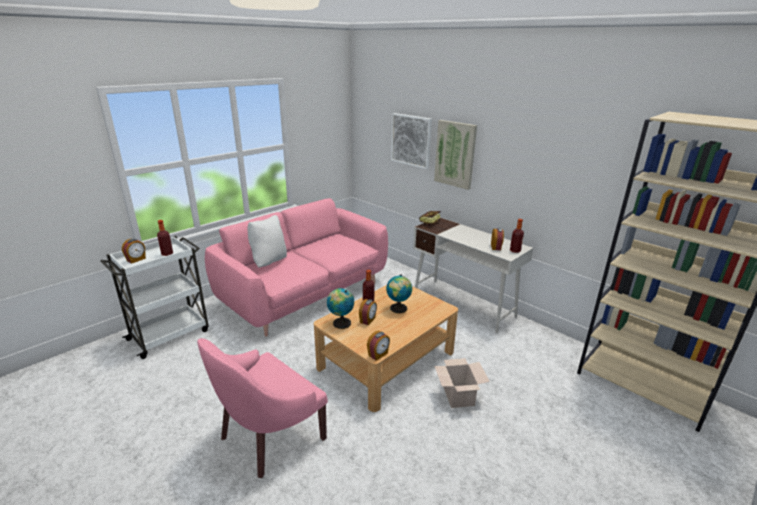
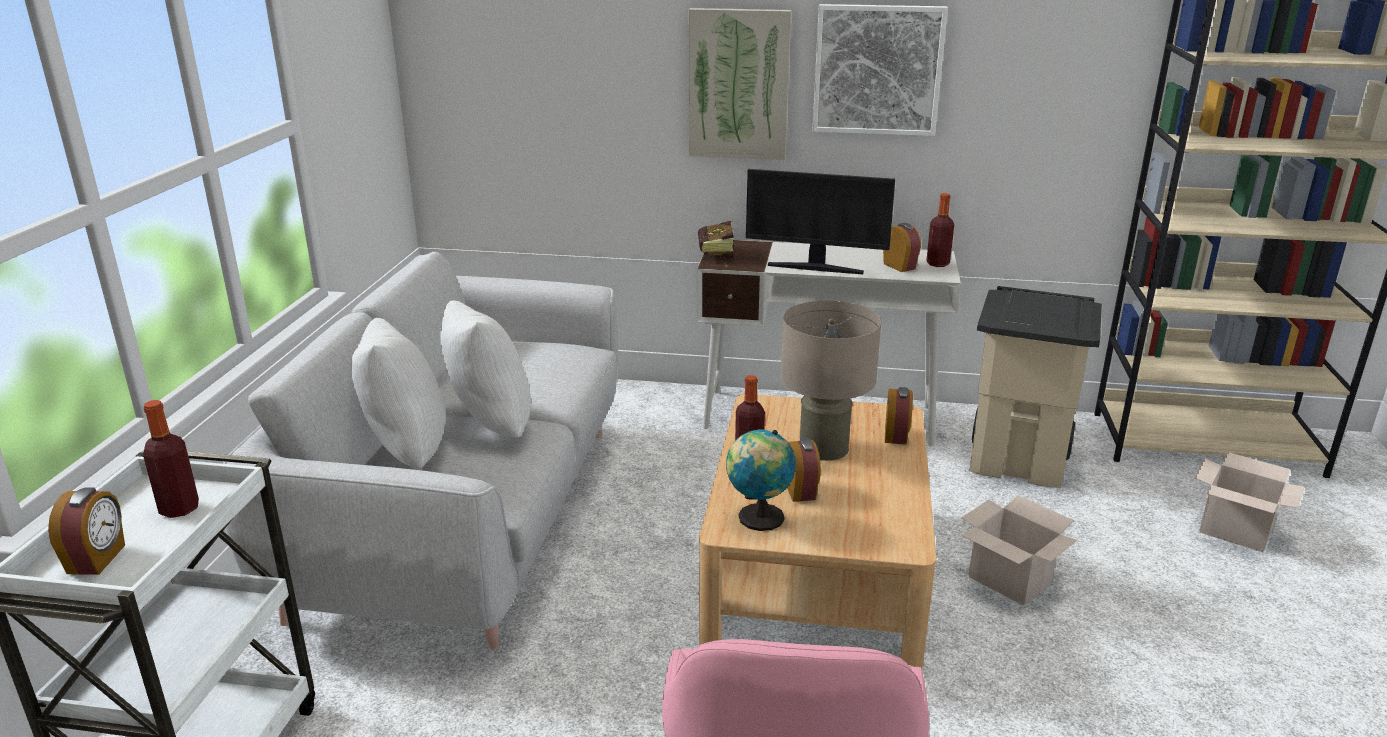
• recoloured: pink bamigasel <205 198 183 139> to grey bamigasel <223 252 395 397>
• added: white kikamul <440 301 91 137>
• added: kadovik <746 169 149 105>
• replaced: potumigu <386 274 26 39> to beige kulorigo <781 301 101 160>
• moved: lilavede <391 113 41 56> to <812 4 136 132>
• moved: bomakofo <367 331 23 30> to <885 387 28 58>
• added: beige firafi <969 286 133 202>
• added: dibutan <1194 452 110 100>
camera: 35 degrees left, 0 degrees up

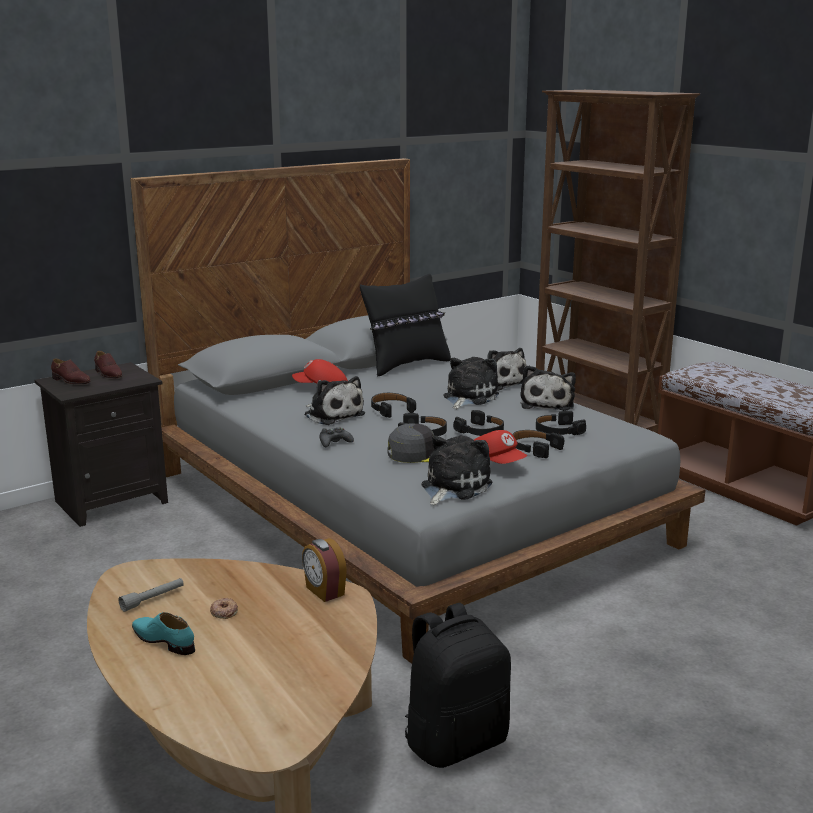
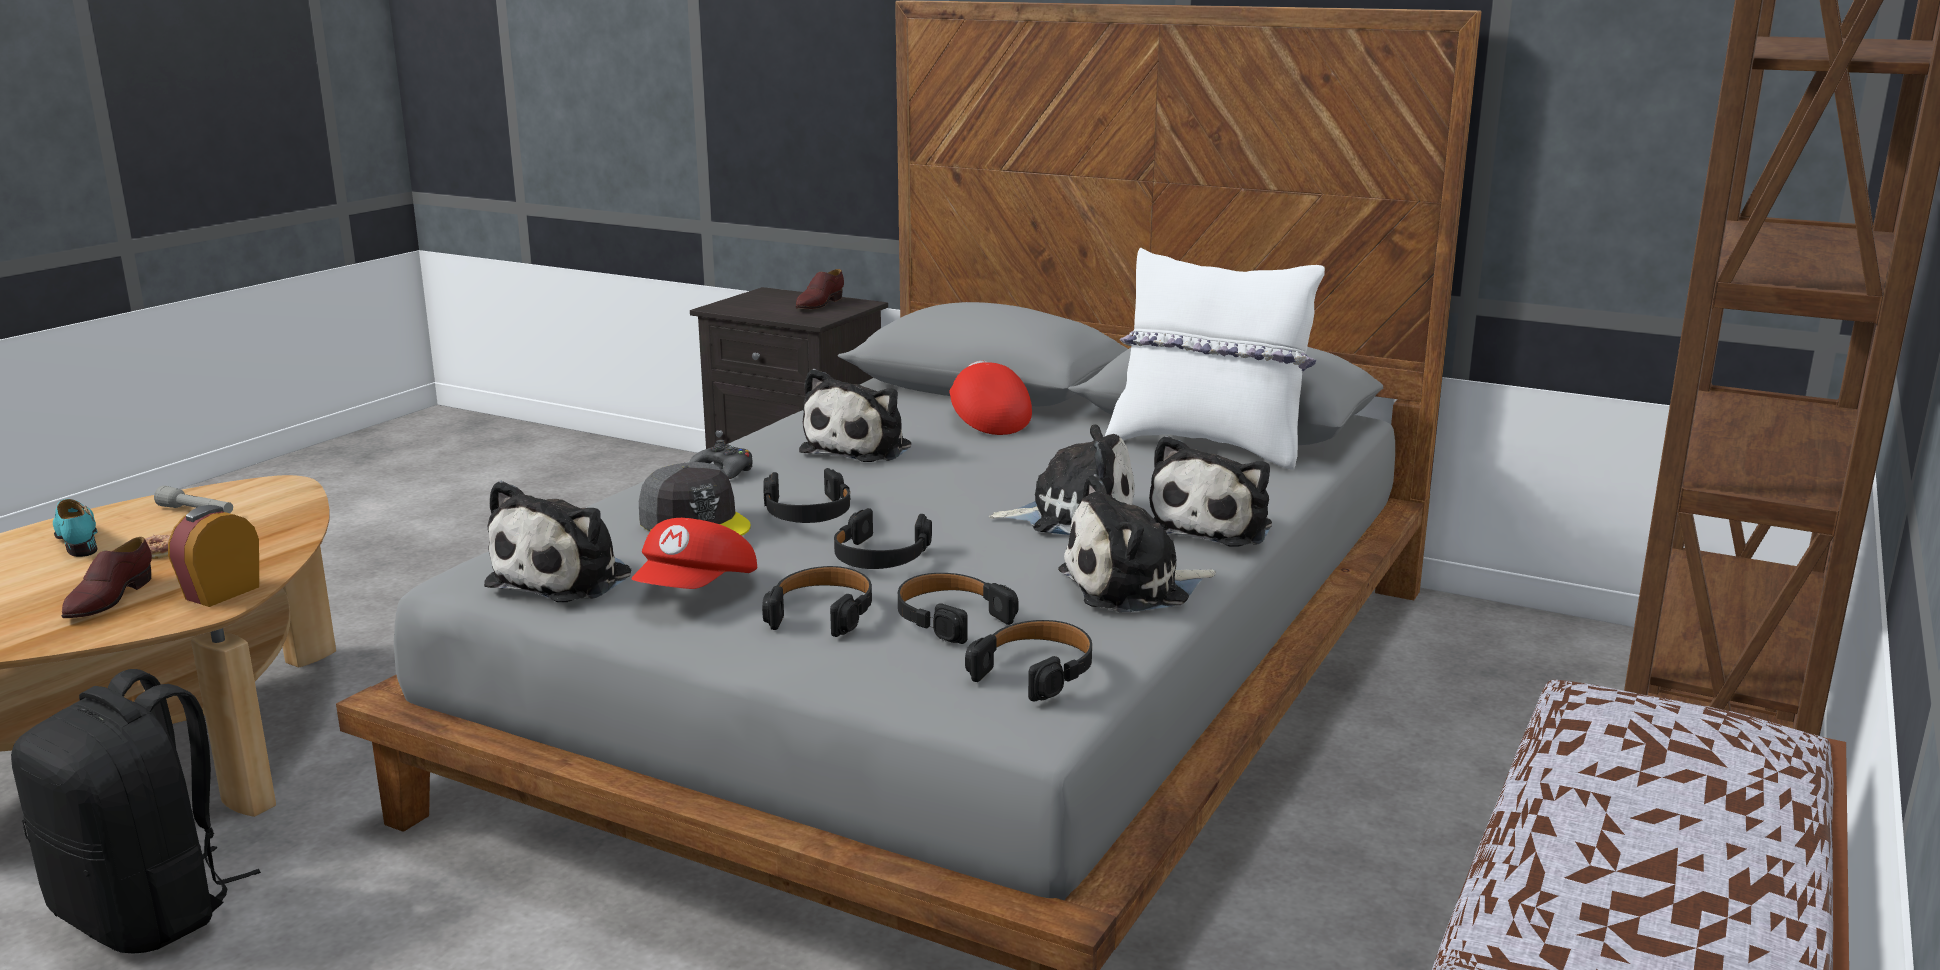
• turned: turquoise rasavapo <132 612 63 43> = <53 499 44 58> 45 degrees counterclockwise
• moved: brown rasavapo <51 358 40 26> to <61 537 91 81>
• turned: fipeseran <421 435 72 70> = <484 480 147 122> 105 degrees clockwise
• moved: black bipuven <371 393 45 25> to <965 620 127 82>
• recoloured: black kikamul <360 274 91 103> to white kikamul <1105 248 220 222>
camera: 65 degrees right, 0 degrees up

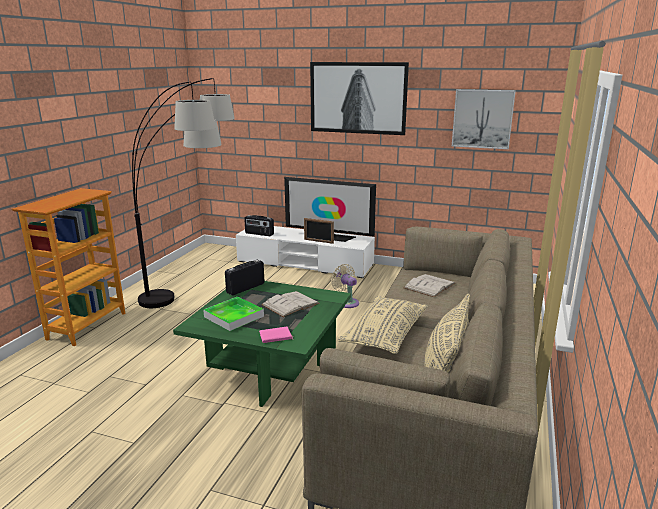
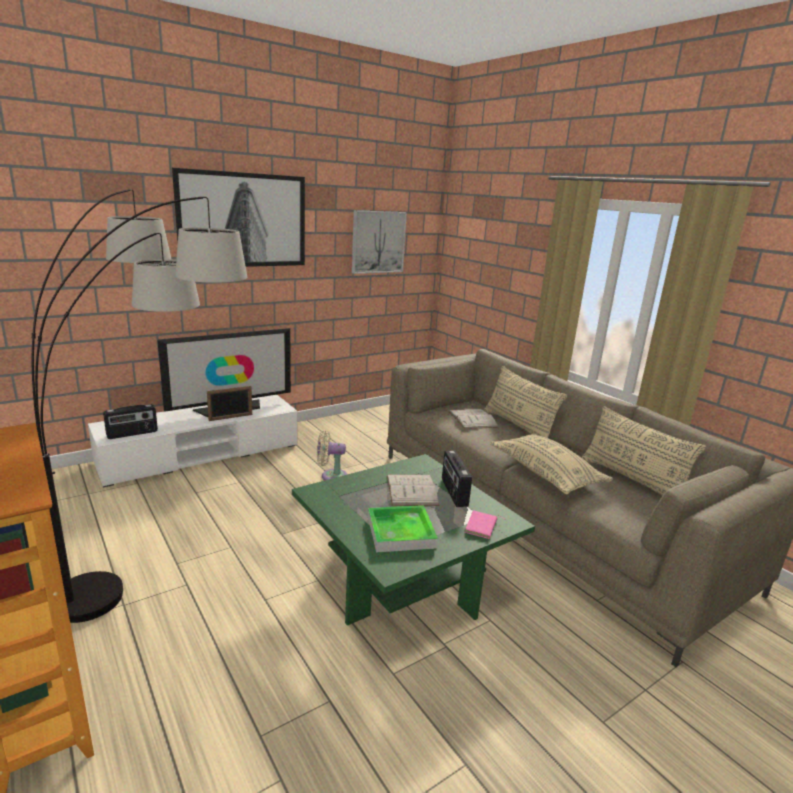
• moved: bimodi <225 260 39 35> to <442 451 30 56>
• added: beige kikamul <484 366 83 72>
camera: 55 degrees left, 0 degrees up

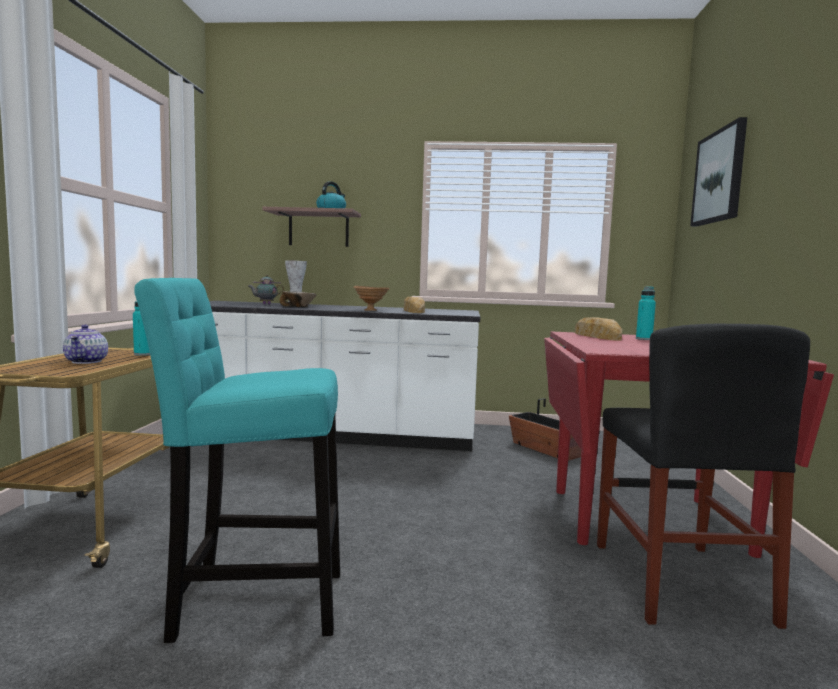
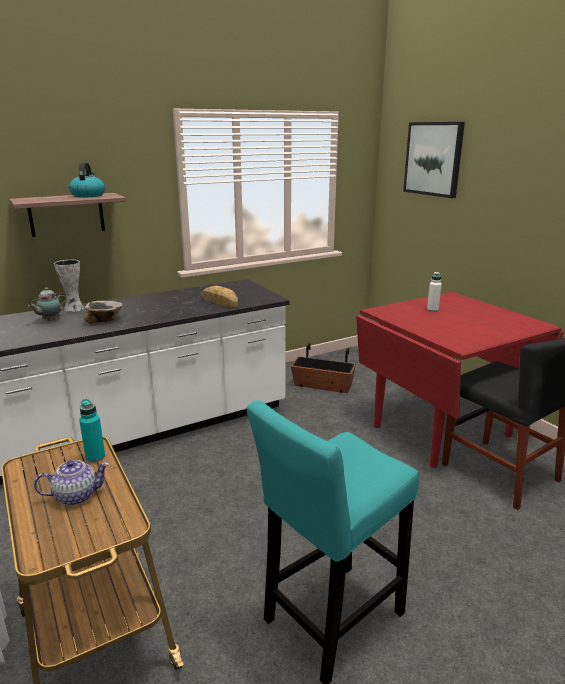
• turned: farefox <63 324 45 40> = <34 460 76 46> 60 degrees counterclockwise
• recoloured: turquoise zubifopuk <636 286 20 54> to white zubifopuk <427 272 15 40>
• removed: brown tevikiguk <353 286 36 25>
• removed: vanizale <575 317 47 24>
camera: 35 degrees left, 15 degrees up

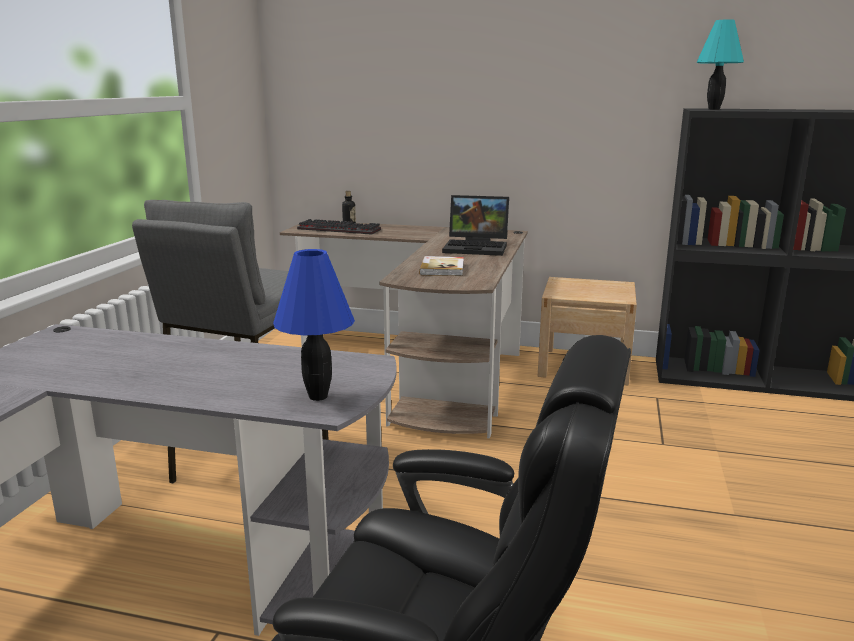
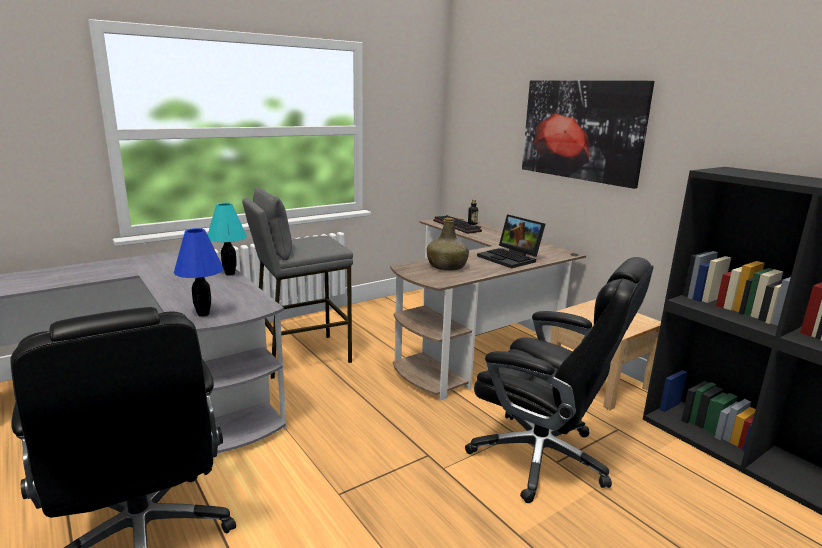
• moved: turquoise kulorigo <696 19 48 91> to <208 203 39 73>
• replaced: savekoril <419 256 45 20> to green zubifopuk <427 218 42 53>
• added: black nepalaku <465 257 189 246>
• added: lilavede <522 80 133 109>
camera: 40 degrees right, 0 degrees up

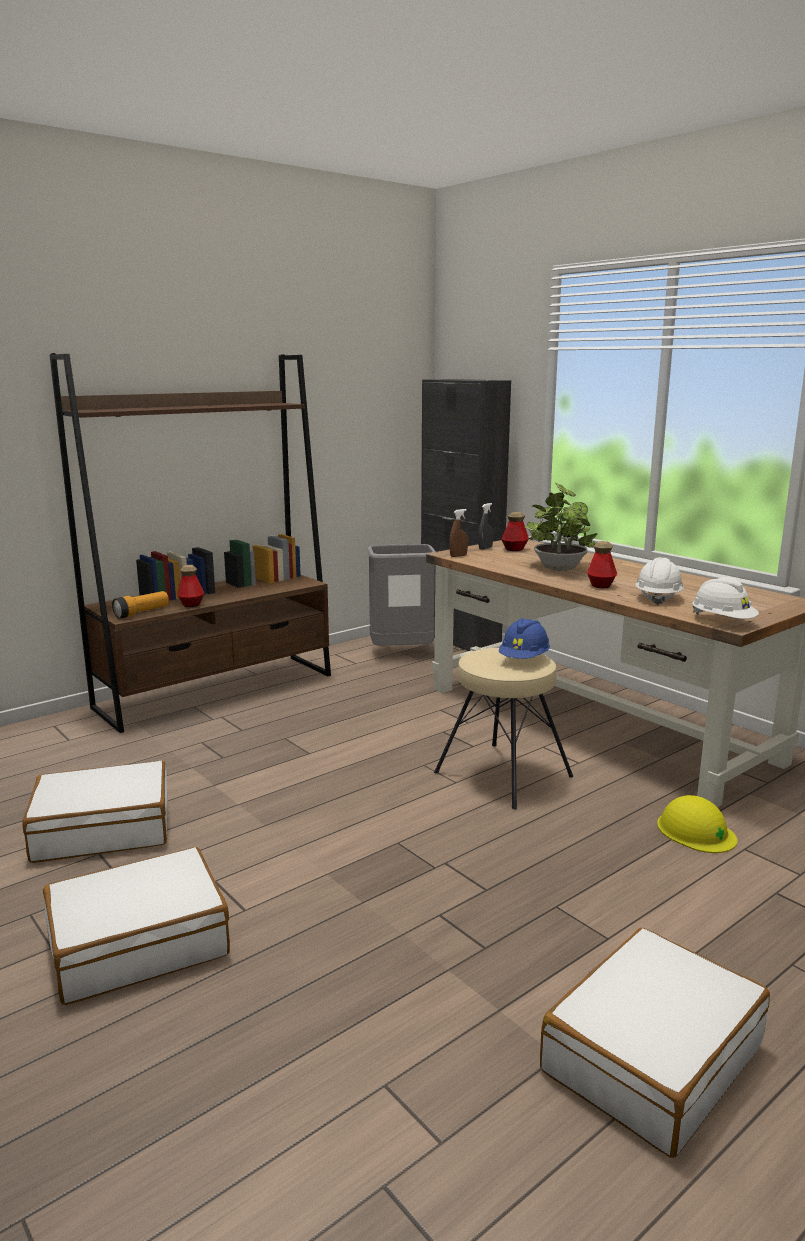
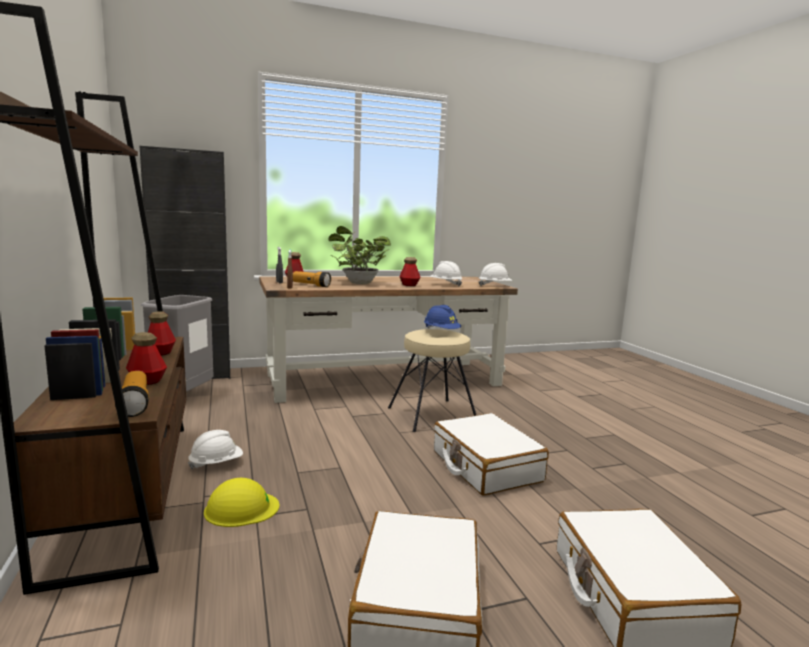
• added: zubifopuk <148 311 28 45>
• added: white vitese <188 430 55 39>
• moved: yellow vitese <657 795 81 58> to <204 478 75 49>
• added: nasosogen <293 271 38 16>
• moved: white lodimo <540 928 230 230> to <434 413 115 83>
camera: 70 degrees left, 5 degrees down

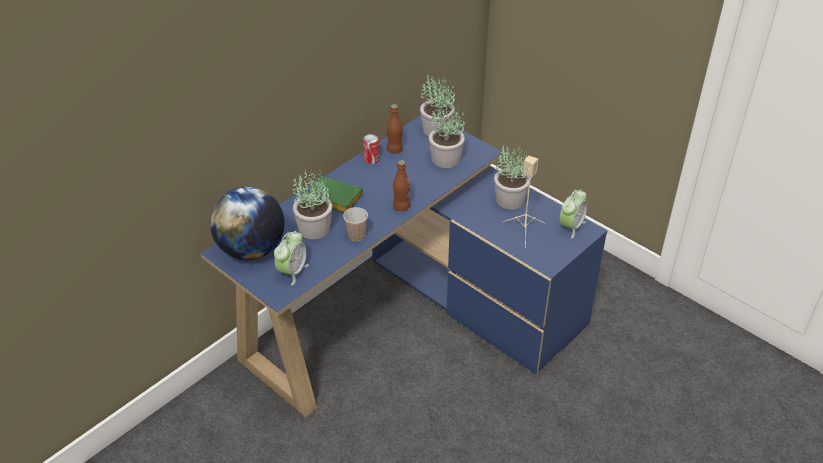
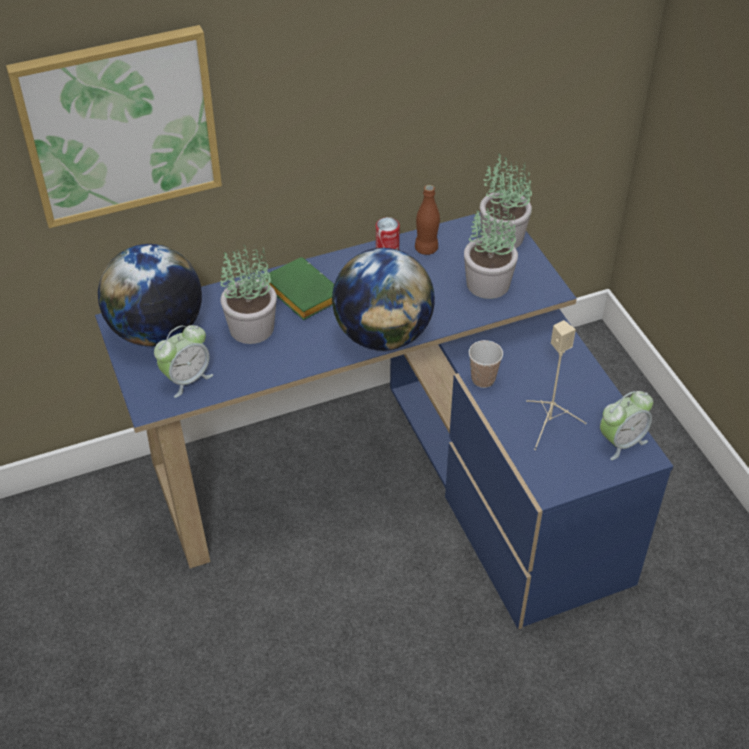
• added: lilavede <6 25 216 203>
• replaced: brown zubifopuk <393 160 17 51> to potumigu <332 248 103 103>
• moved: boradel <343 207 25 35> to <469 340 34 48>
• removed: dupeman <494 144 35 65>
camera: 25 degrees right, 5 degrees up

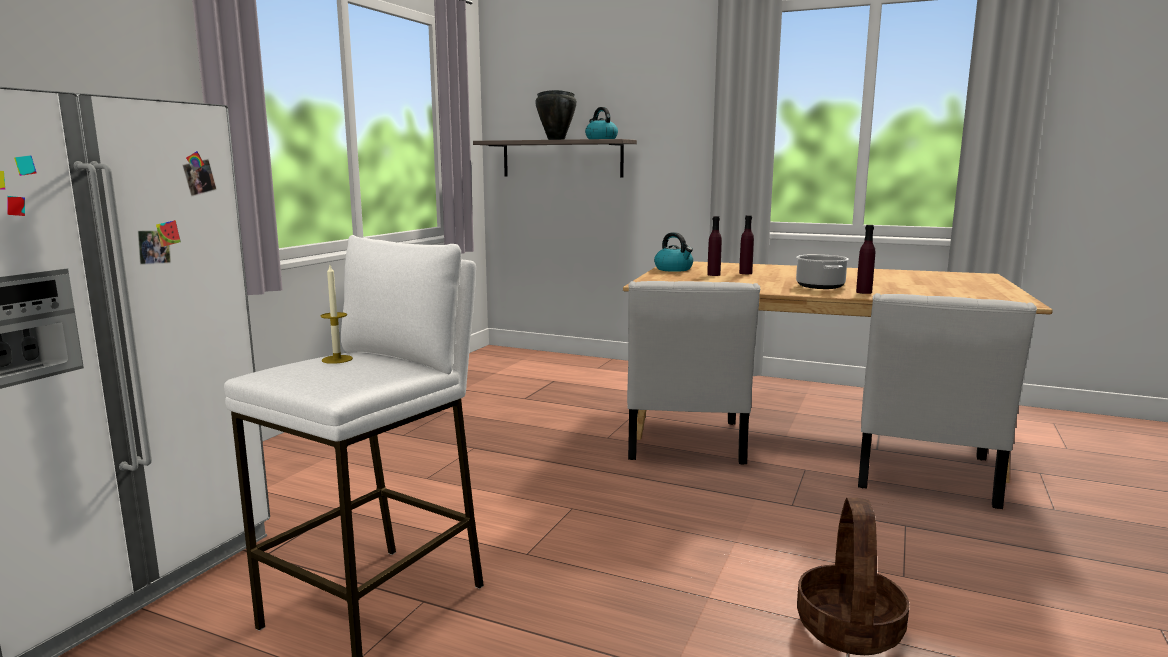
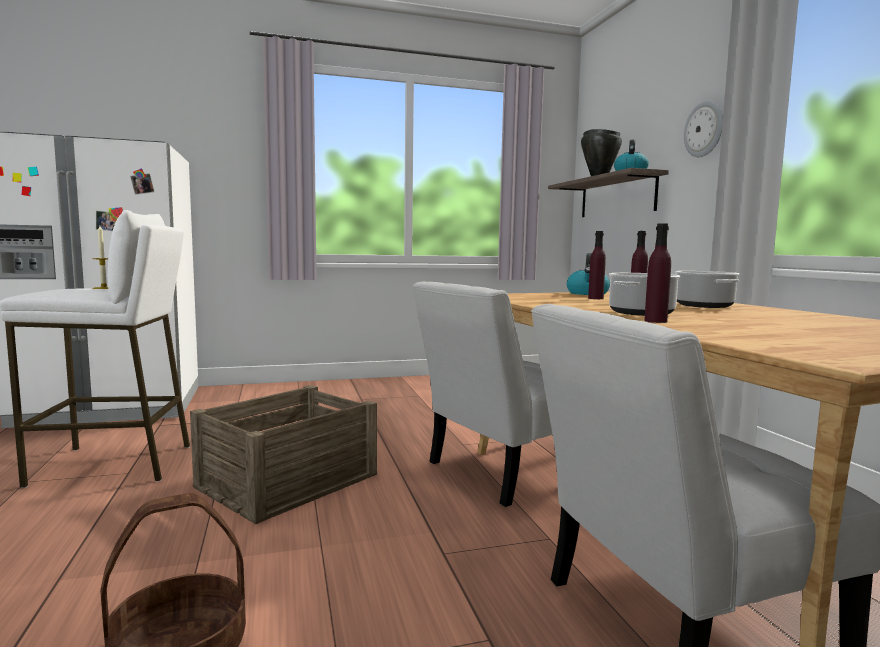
• added: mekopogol <190 385 187 139>
• added: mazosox <675 271 64 37>
• added: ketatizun <684 100 39 57>
camera: 50 degrees right, 5 degrees down

